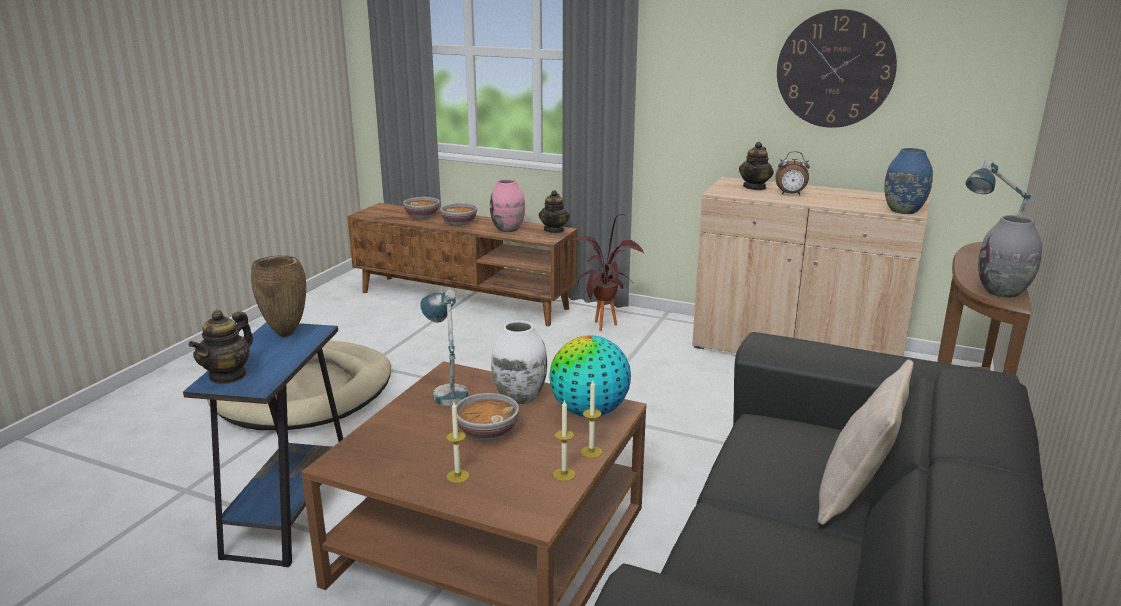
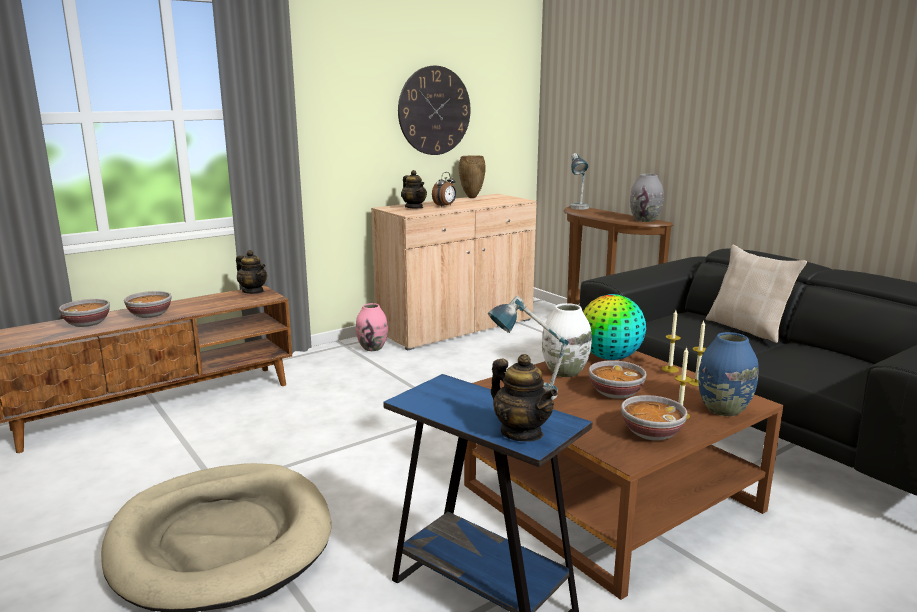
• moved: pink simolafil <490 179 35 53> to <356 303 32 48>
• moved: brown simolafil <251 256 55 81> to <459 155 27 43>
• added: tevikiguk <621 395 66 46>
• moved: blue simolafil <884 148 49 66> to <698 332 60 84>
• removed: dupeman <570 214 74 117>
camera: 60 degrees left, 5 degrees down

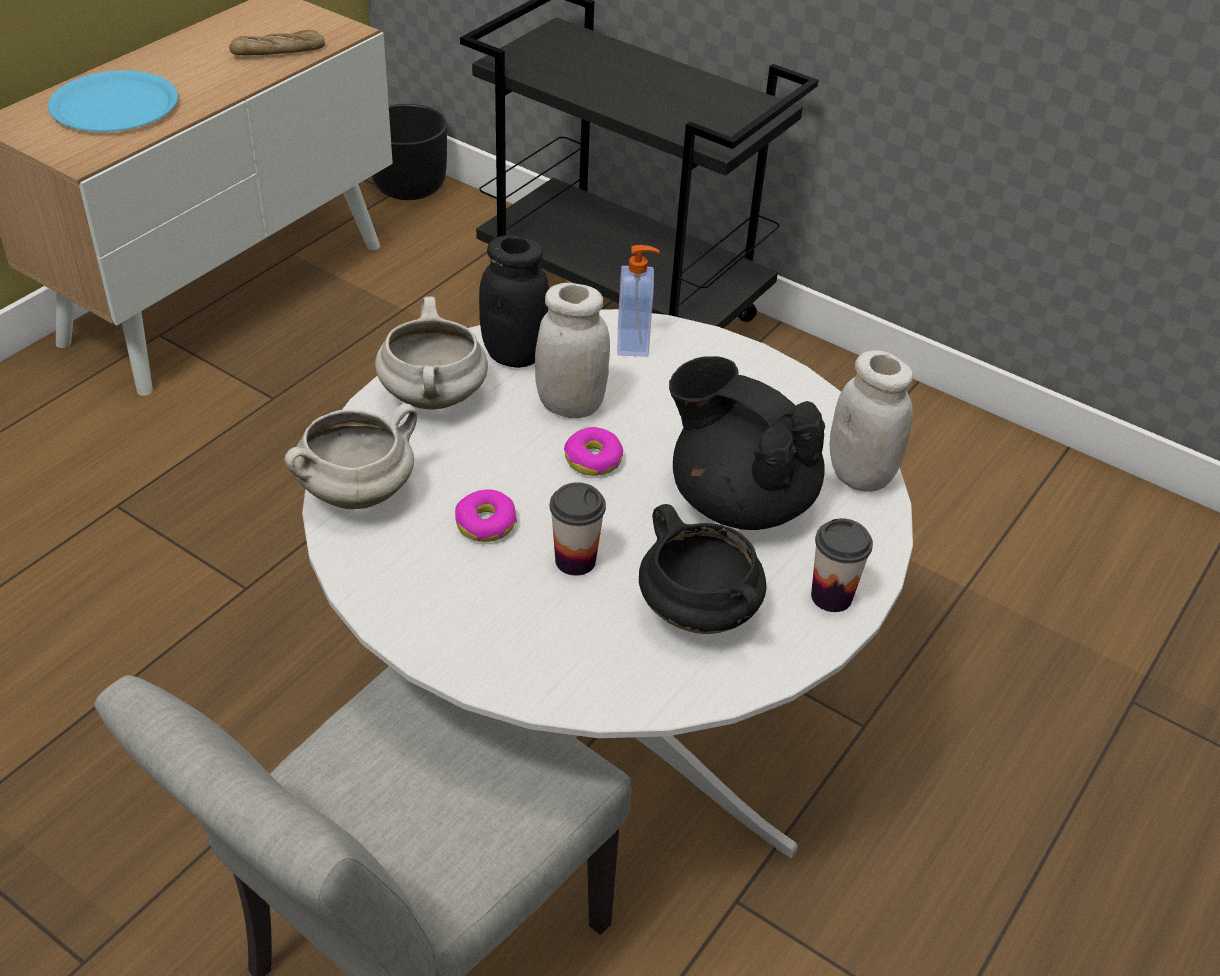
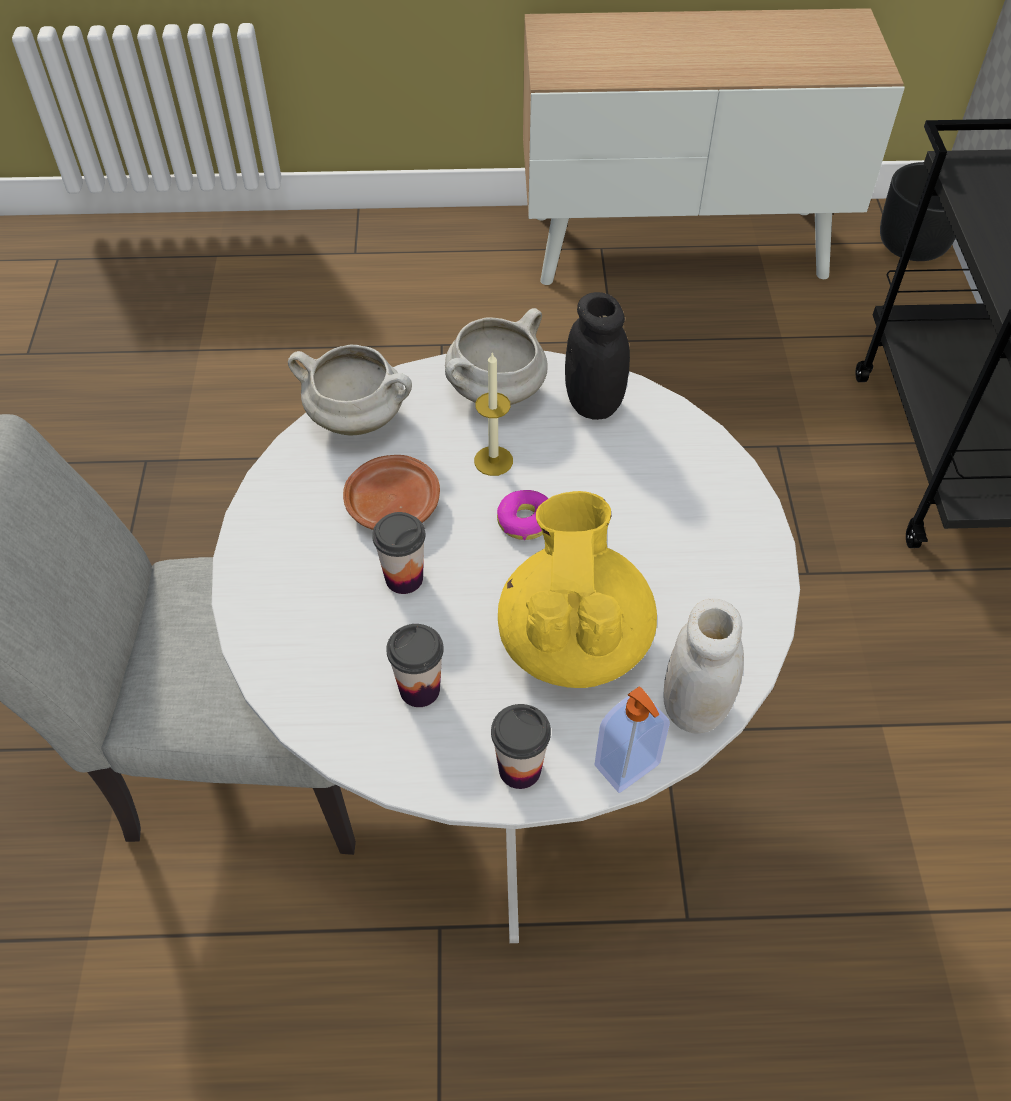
• replaced: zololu <455 489 62 53> to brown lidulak <343 455 97 75>
• replaced: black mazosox <639 504 128 130> to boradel <386 624 58 83>
• added: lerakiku <474 352 39 124>
• recoloured: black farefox <669 356 156 174> to yellow farefox <498 491 159 197>
• moved: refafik <617 245 42 112> to <594 686 76 107>
• removed: blue lidulak <48 70 130 62>
• removed: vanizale <229 30 96 25>
• removed: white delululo <535 283 75 135>
camera: 55 degrees right, 10 degrees up

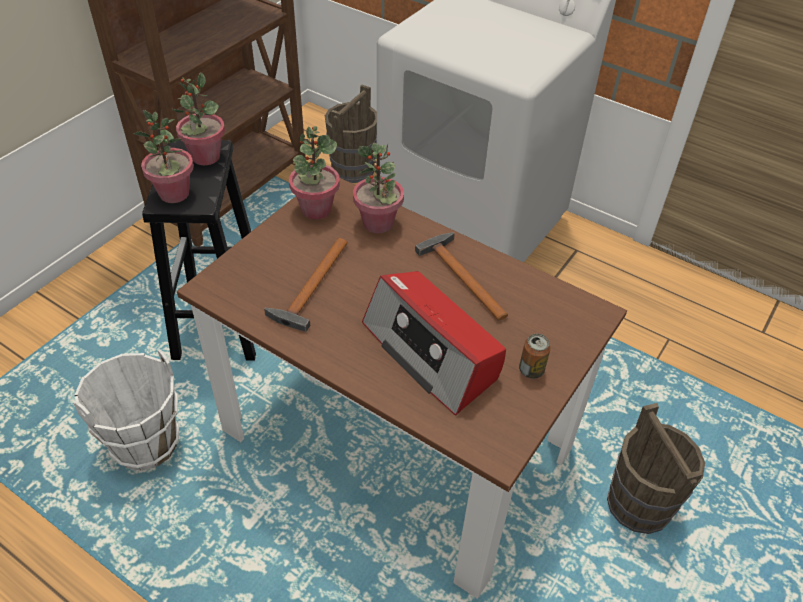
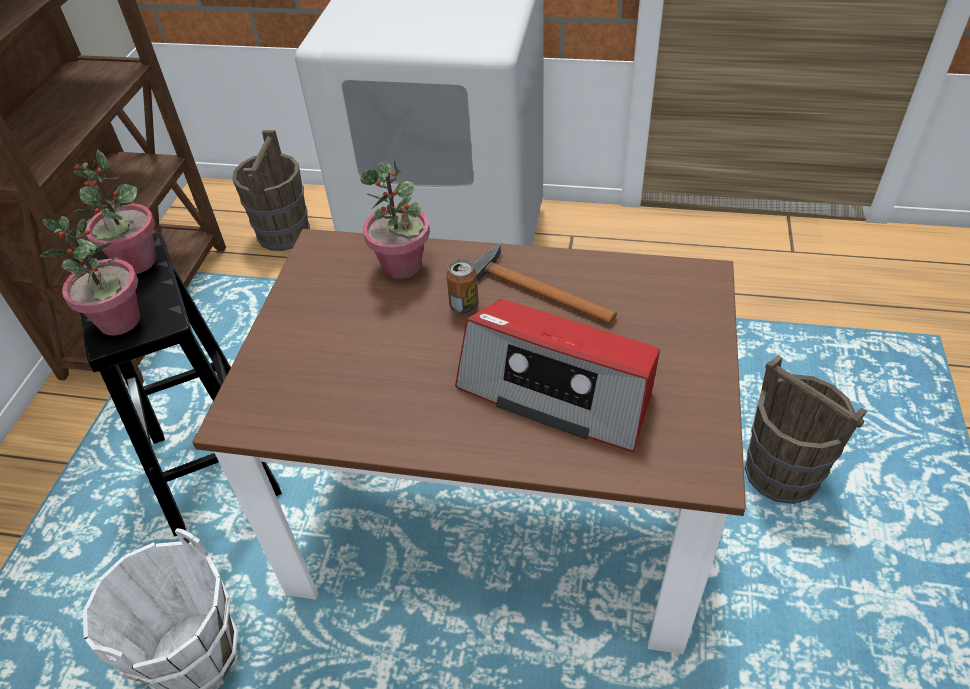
• moved: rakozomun <519 334 32 45> to <446 259 33 54>
• removed: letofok <264 238 84 94>
• removed: dupeman <289 126 51 93>
camera: 20 degrees left, 0 degrees up

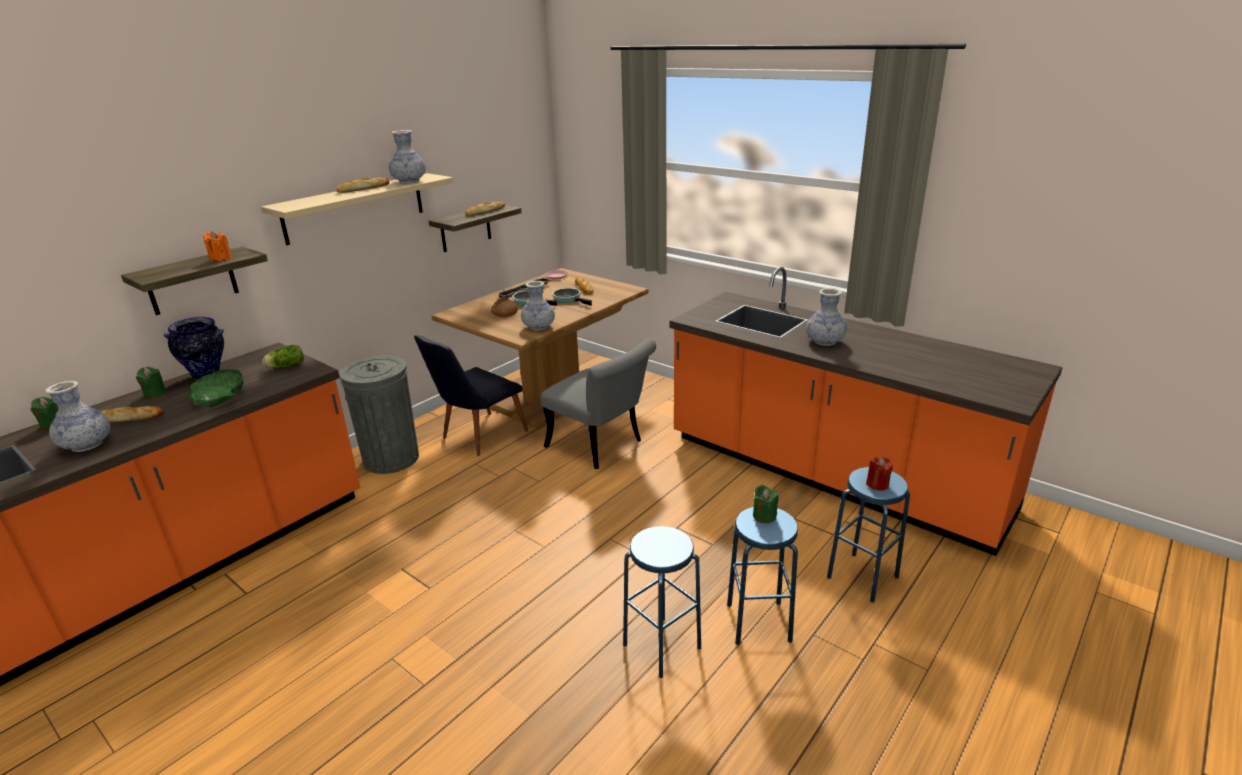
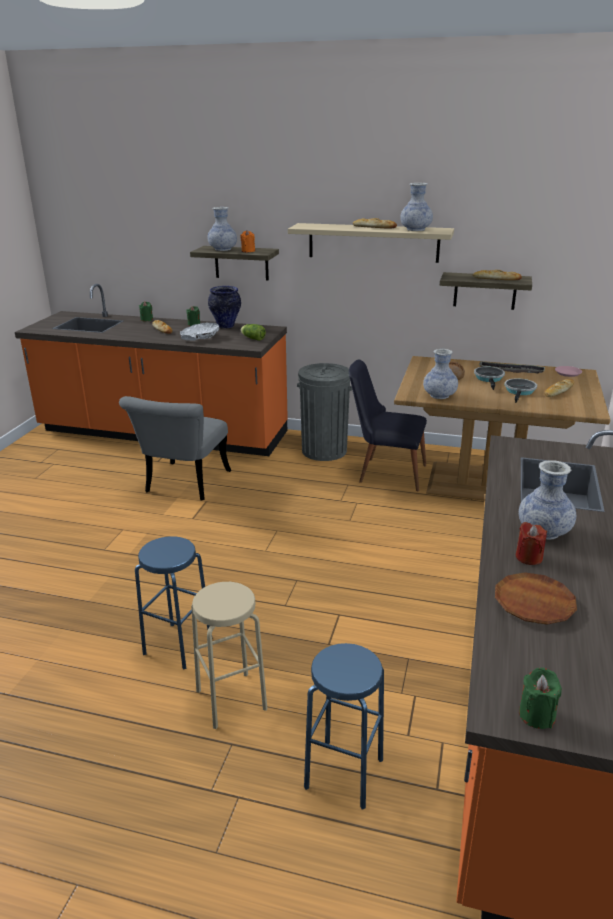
• moved: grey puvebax <541 338 115 131> to <119 396 112 104>
• recoloured: green tevikiguk <189 369 54 39> to white tevikiguk <180 323 39 17>
• recoloured: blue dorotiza <727 507 71 138> to beige dorotiza <191 582 76 147>
• moved: simolafil <45 381 65 71> to <207 207 30 44>
• added: brown lidulak <495 572 82 53>
• moved: red lerakiku <866 457 27 34> to <516 522 31 43>
• moved: green lerakiku <753 485 26 38> to <519 668 43 61>
camera: 65 degrees right, 0 degrees up

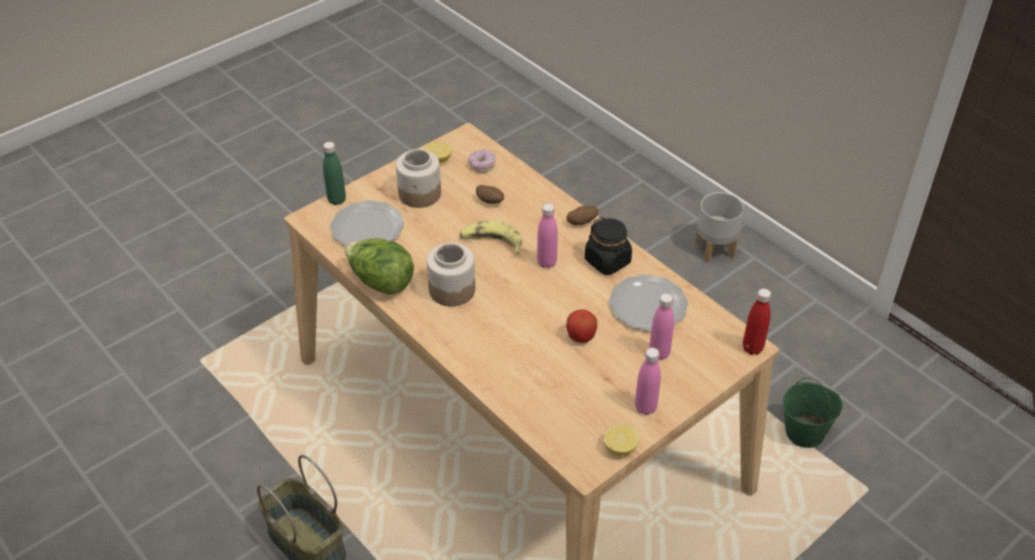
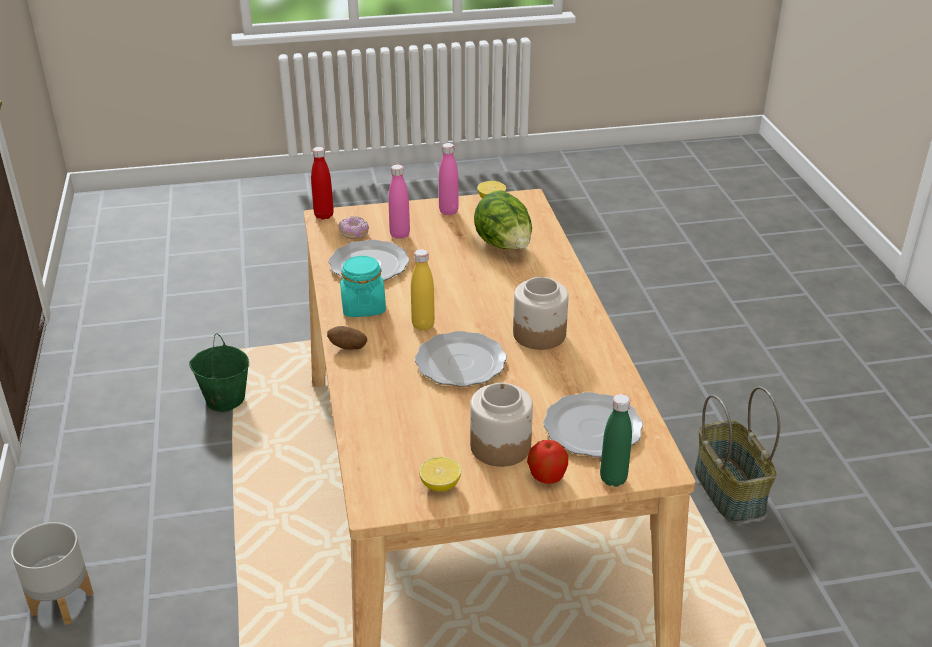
• moved: zololu <468 150 28 23> to <338 216 31 23>
• recoloured: black delululo <585 217 47 58> to turquoise delululo <340 256 46 61>
• recoloured: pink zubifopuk <537 203 21 65> to yellow zubifopuk <411 249 24 82>
• replaced: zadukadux <459 220 63 34> to lidulak <415 331 92 56>
• moved: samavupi <344 238 70 57> to <474 190 58 59>
• moved: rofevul <566 309 31 34> to <527 440 41 44>
• removed: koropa <476 185 28 19>
camera: 150 degrees left, 10 degrees down

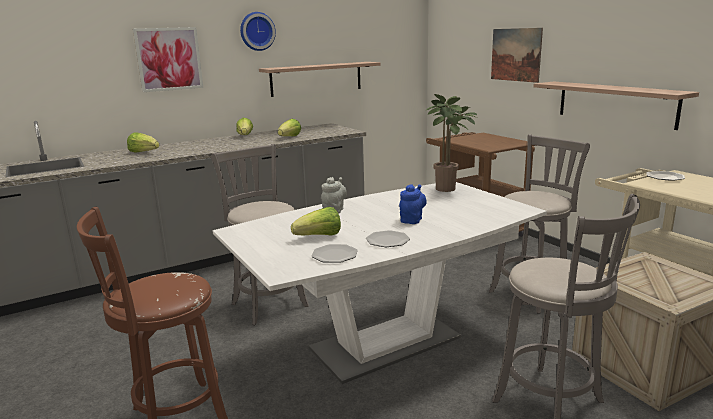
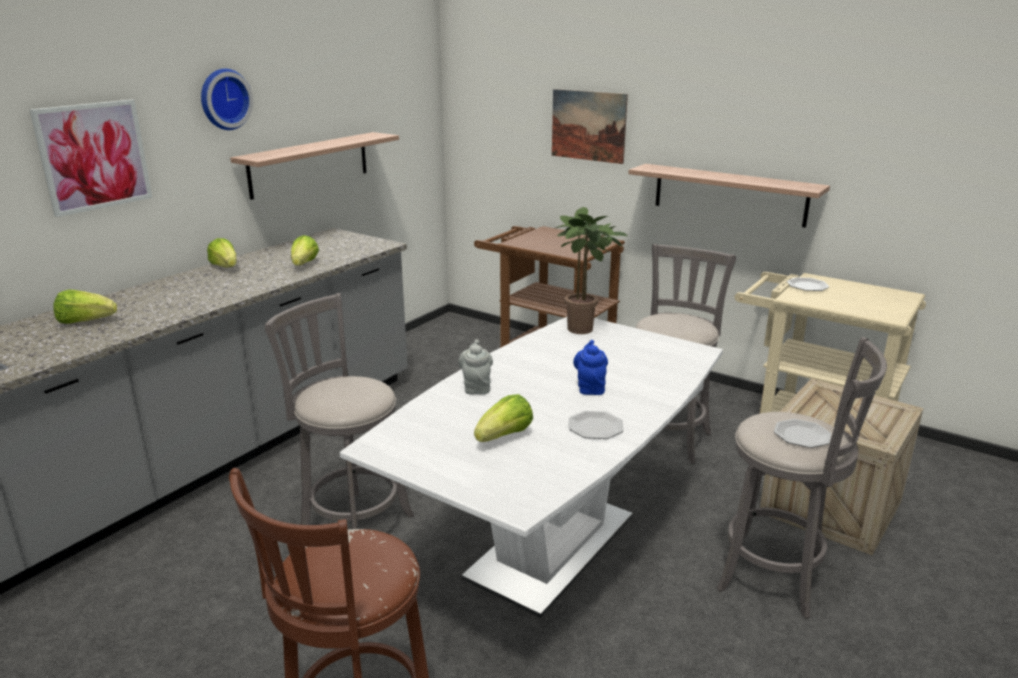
• moved: lidulak <312 244 45 19> to <774 419 57 29>
camera: 25 degrees left, 5 degrees up

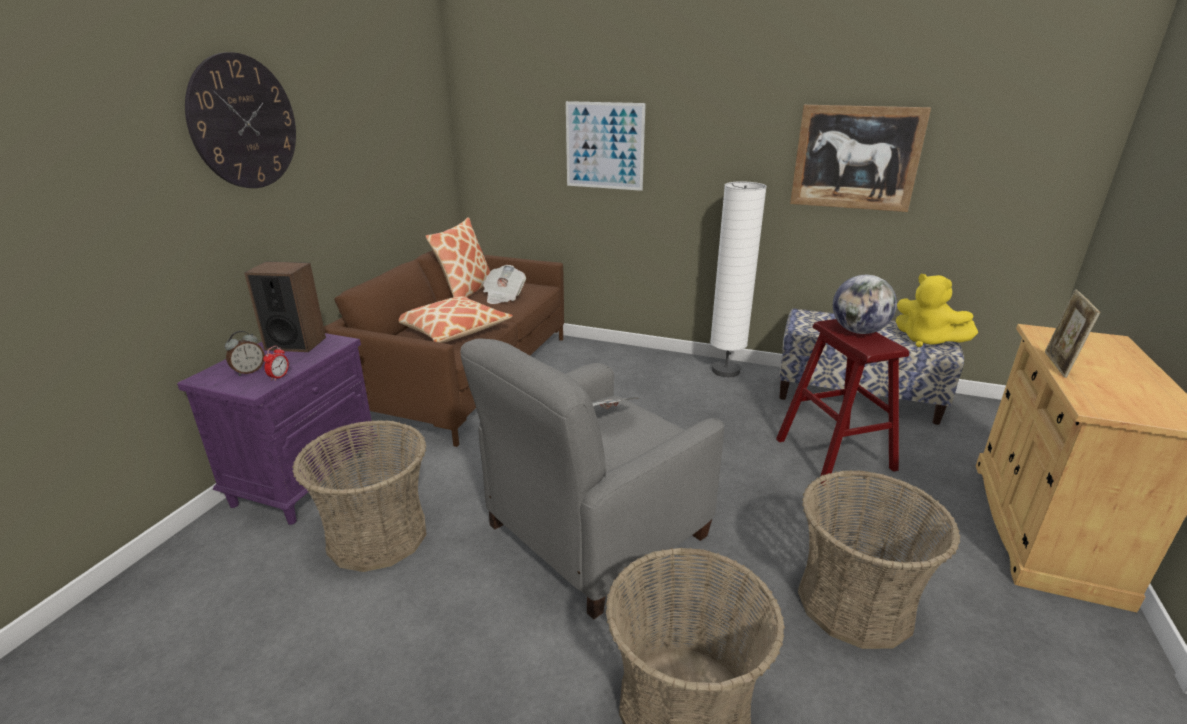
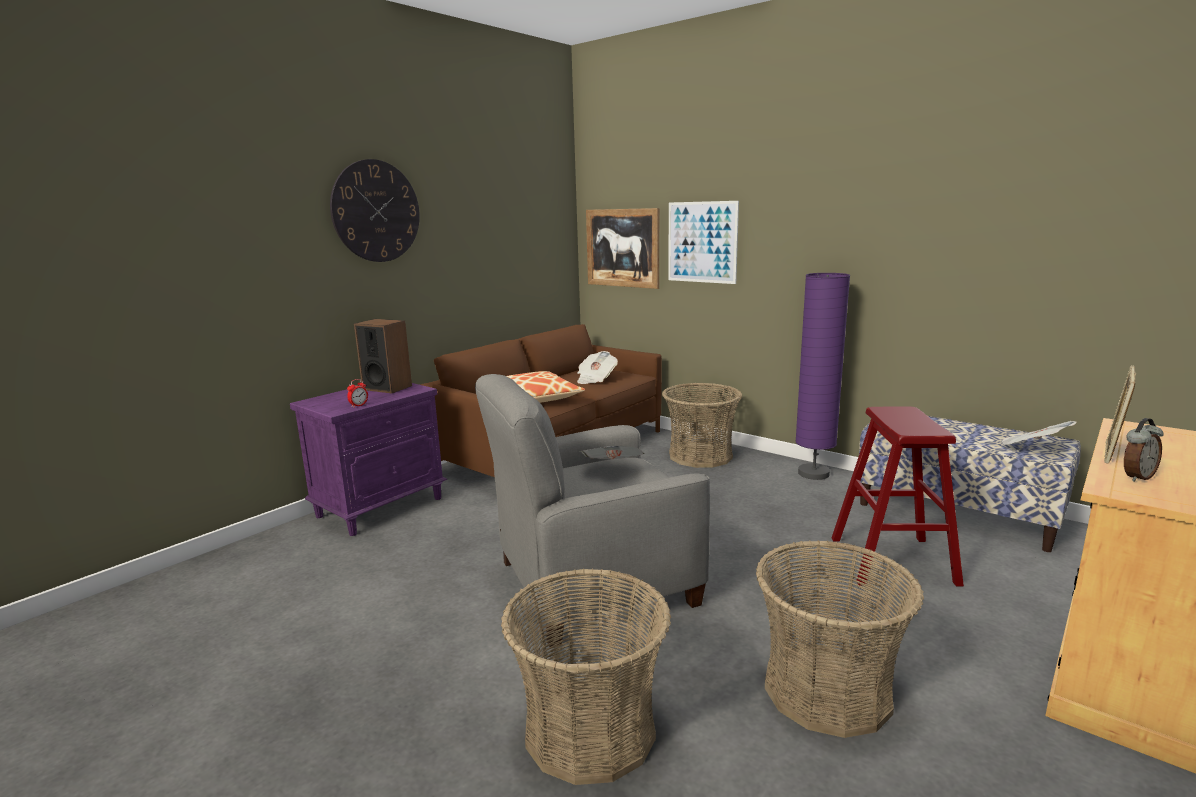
• moved: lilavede <790 105 141 107> to <586 208 73 81>
• moved: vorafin <293 420 134 152> to <662 383 80 85>
• recoloured: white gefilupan <710 181 57 196> to purple gefilupan <795 273 55 207>
• replaced: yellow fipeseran <896 274 82 73> to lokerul <1001 421 75 25>
• moved: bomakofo <225 331 40 45> to <1124 418 39 64>
• removed: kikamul <425 217 65 81>
• removed: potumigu <833 275 64 59>
camera: 20 degrees right, 10 degrees down

